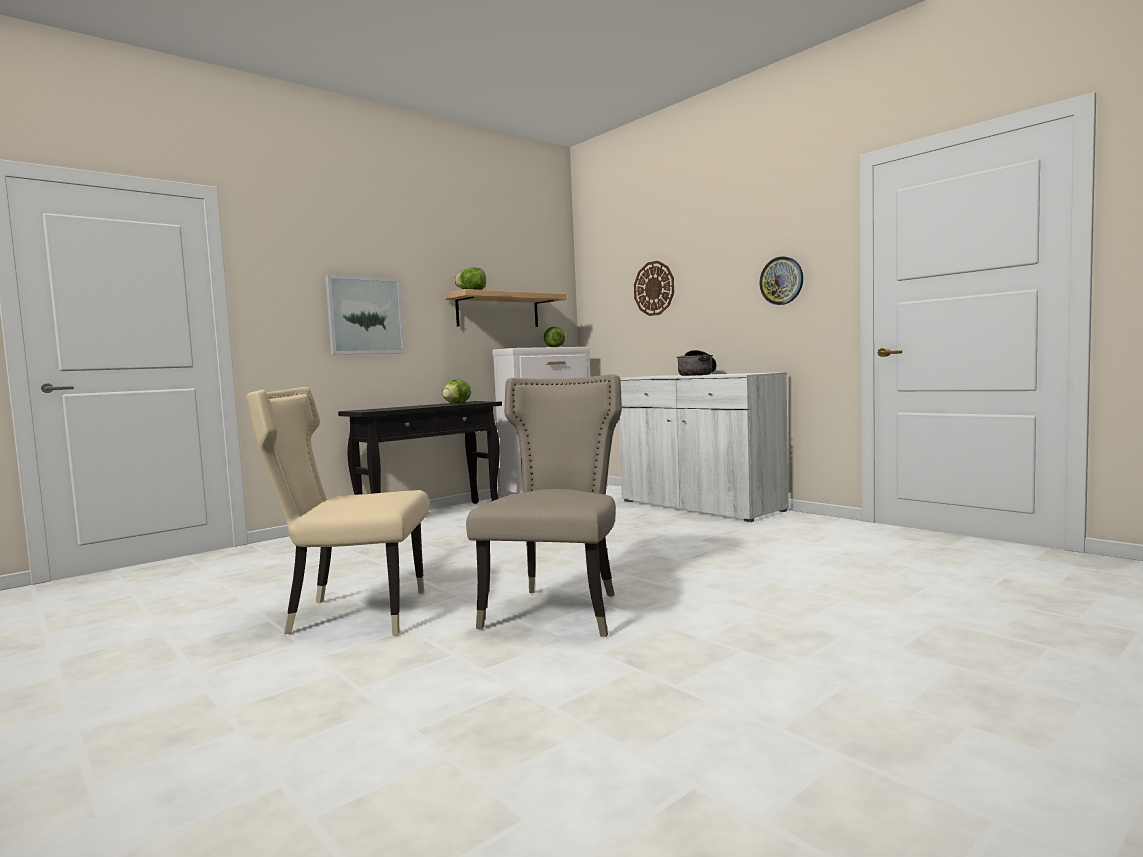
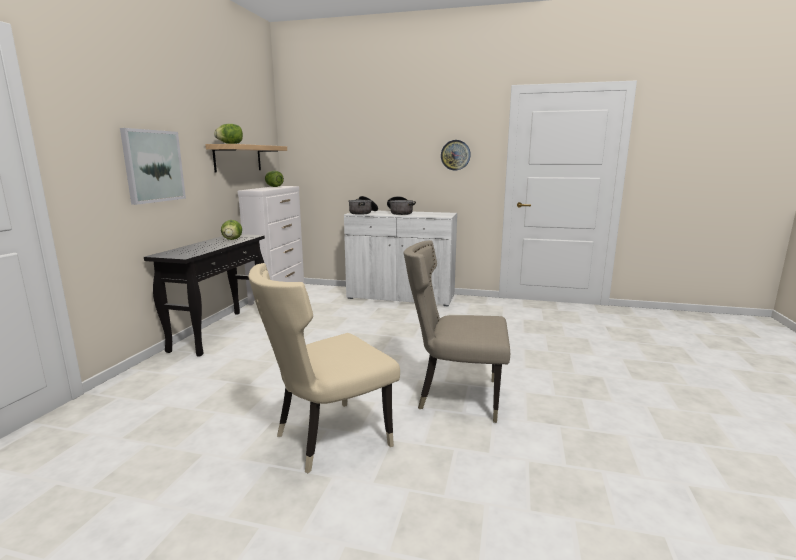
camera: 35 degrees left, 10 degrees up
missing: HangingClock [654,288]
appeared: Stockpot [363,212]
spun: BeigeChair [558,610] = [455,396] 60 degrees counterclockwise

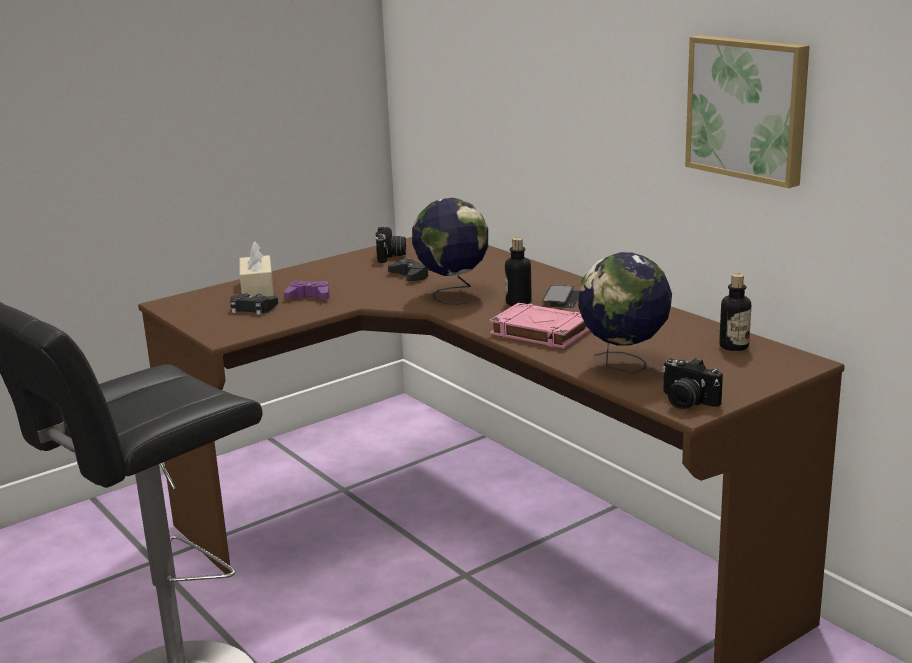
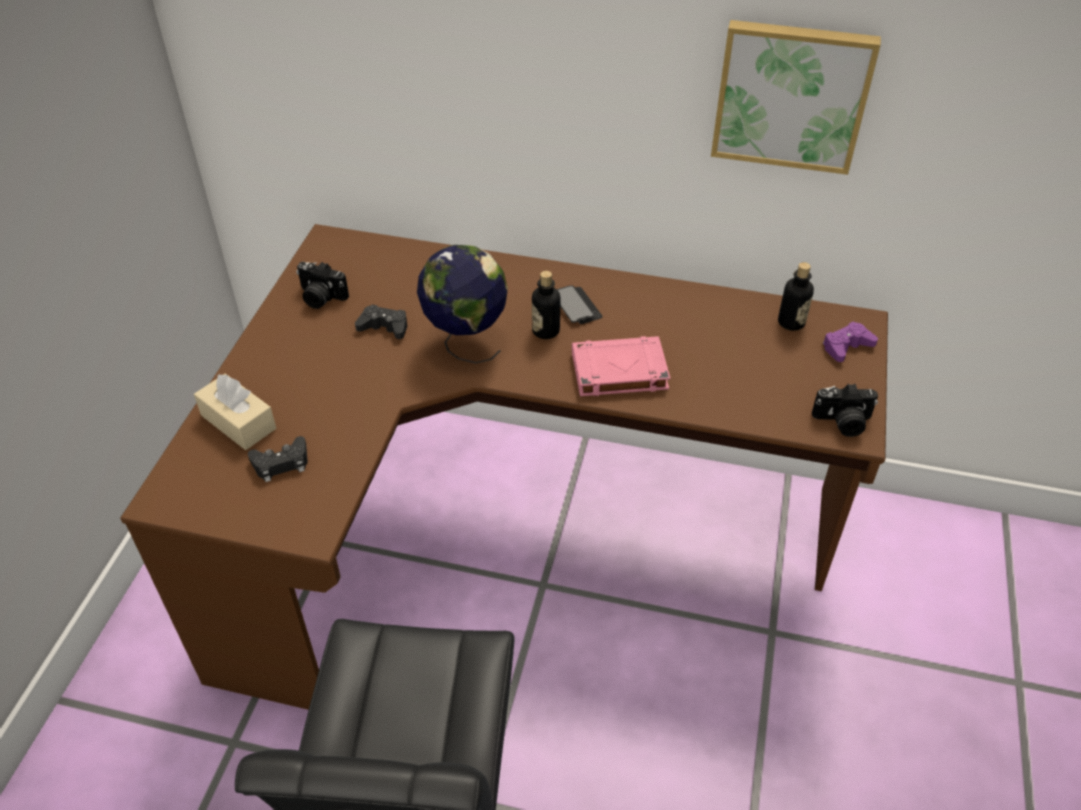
camera: 40 degrees left, 25 degrees up
missing: Globe [623,365]
relocated: PurplishGameController [309,297] to [846,346]
spun: StillCamera [391,256] = [320,297] 150 degrees clockwise

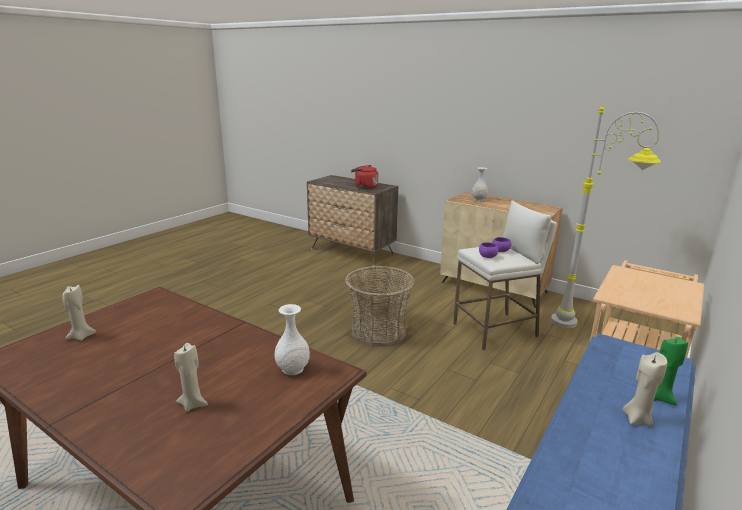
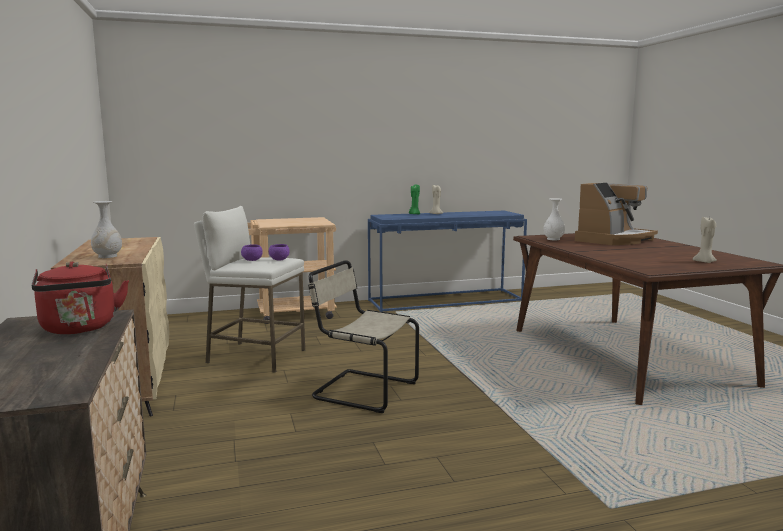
camera: 140 degrees left, 10 degrees down
missing: GrayStandingLamp [586,325]
exchanged: StorageBasket [379,331] to BeigeChair [362,390]; BeigeWaxCandle [193,404] to CoffeeBrewer [614,240]

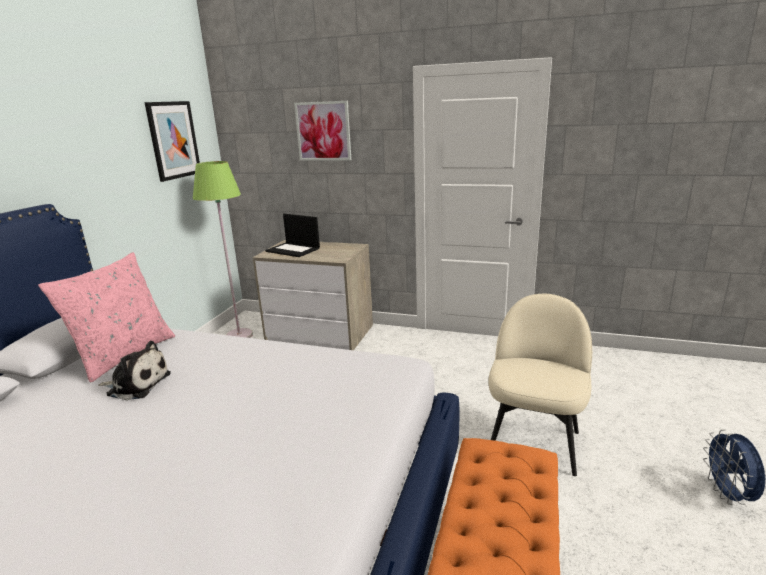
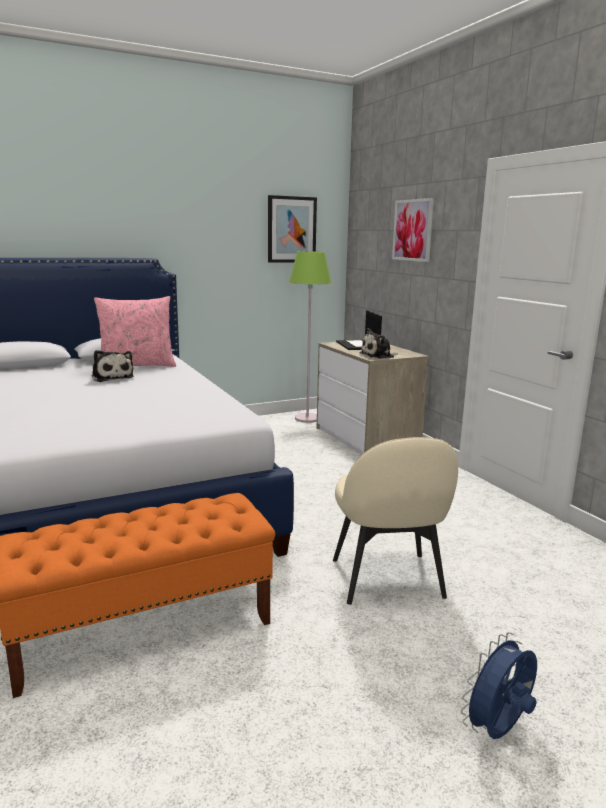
camera: 45 degrees right, 5 degrees down
appeared: CuddlyToy [379,355]
spun: BeigeChair [534,442] = [387,580] 105 degrees clockwise

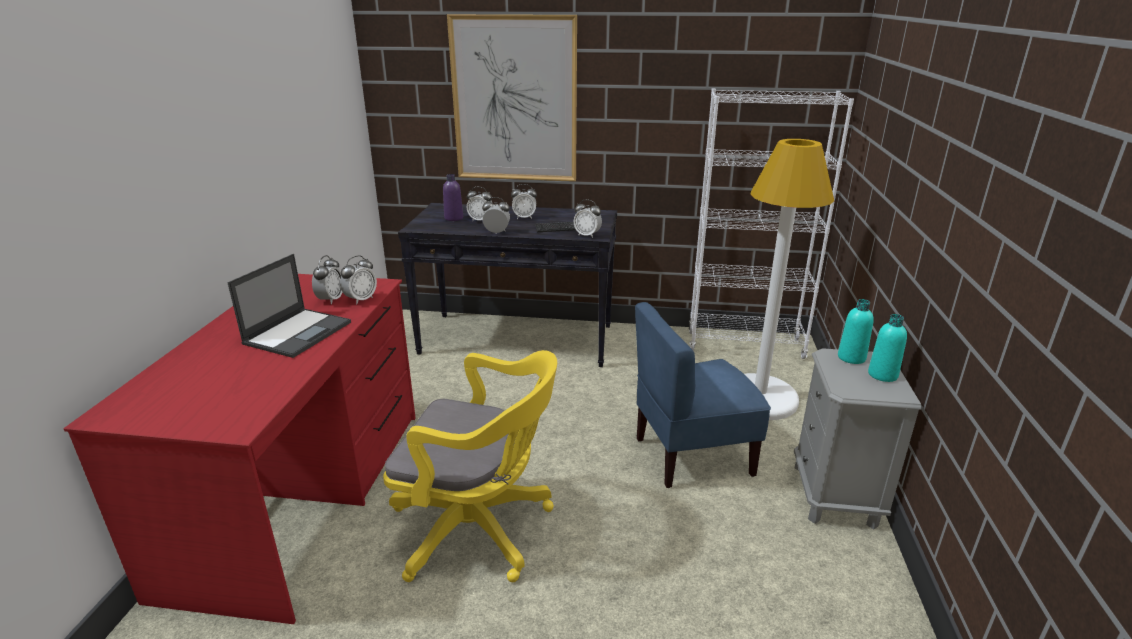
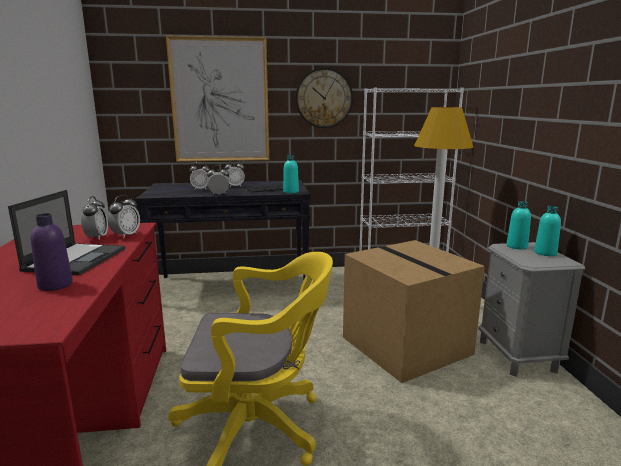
camera: 15 degrees left, 10 degrees down
appeared: HangingClock [324,98]
relocated: PurplishBottle [453,218] to [55,285]
exchanged: AlarmClock [587,235] to TurquoiseBottle [291,192]; BluishChair [692,456] to PackingBox [404,345]

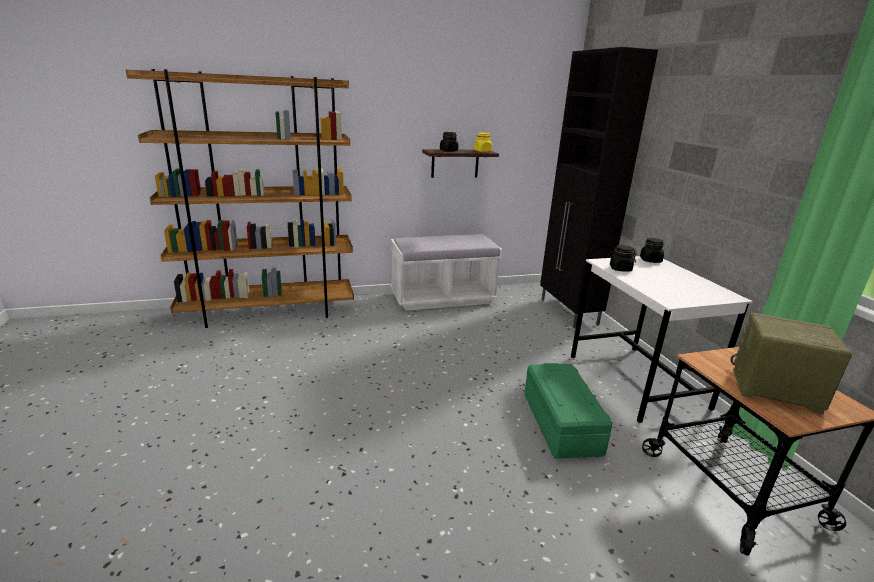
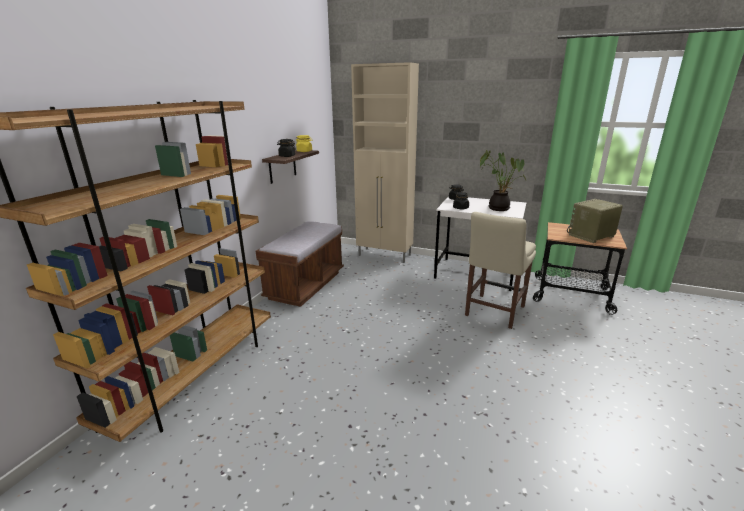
camera: 50 degrees left, 0 degrees up
appeared: Houseplant [499,208]
exchanged: GreenishStorageBox [559,423] to BeigeChair [493,312]
colour: BlackCupboard [568,312] to BeigeCupboard [385,255]; WhiteColouredLongSeat [442,299] to BrownishLongSeat [305,285]

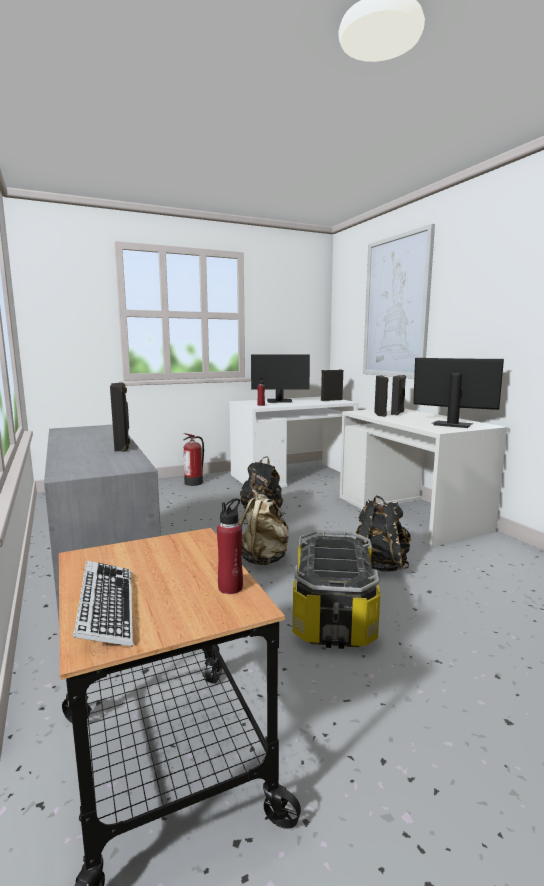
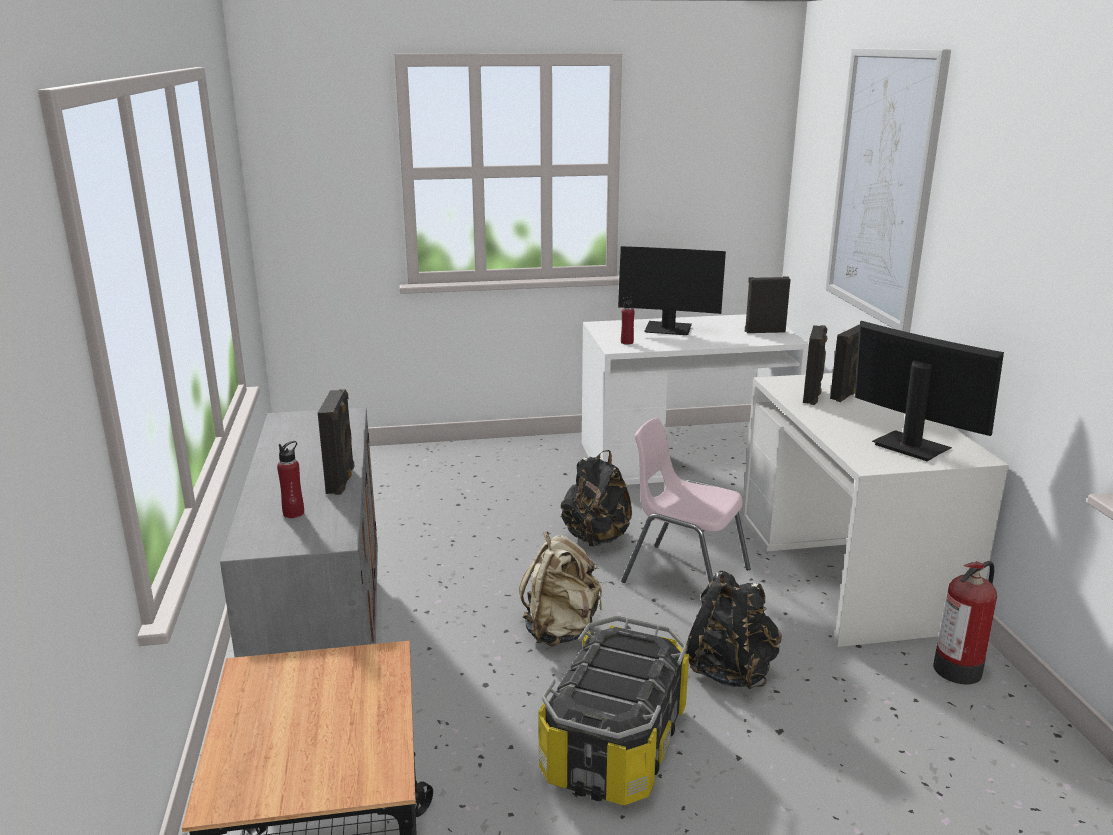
camera: 15 degrees right, 10 degrees up
missing: ComputerKeyboard [106,609]
appeared: PinkChair [684,575]
relocated: FireFightingCylinder [194,482] to [959,668]; RedColouredBottle [230,587] to [293,513]

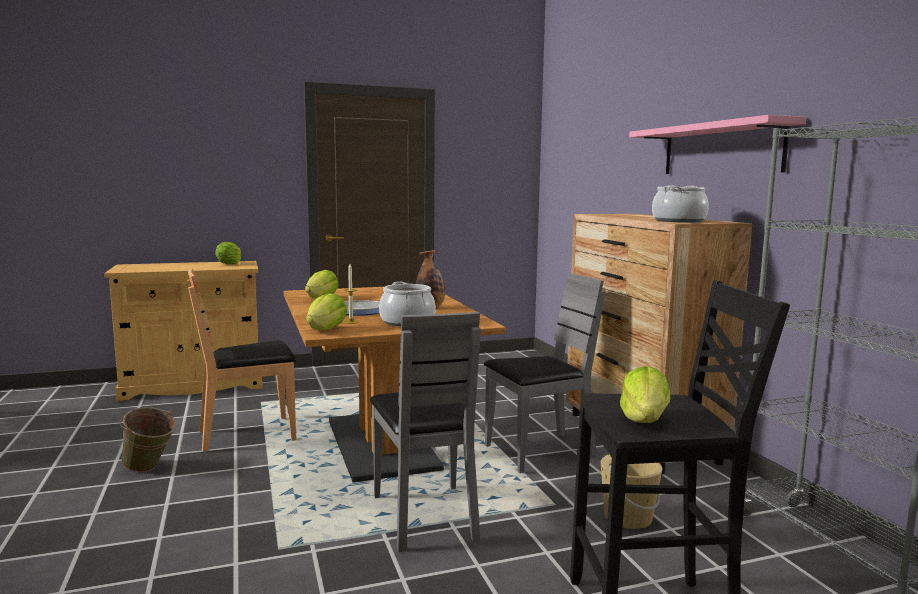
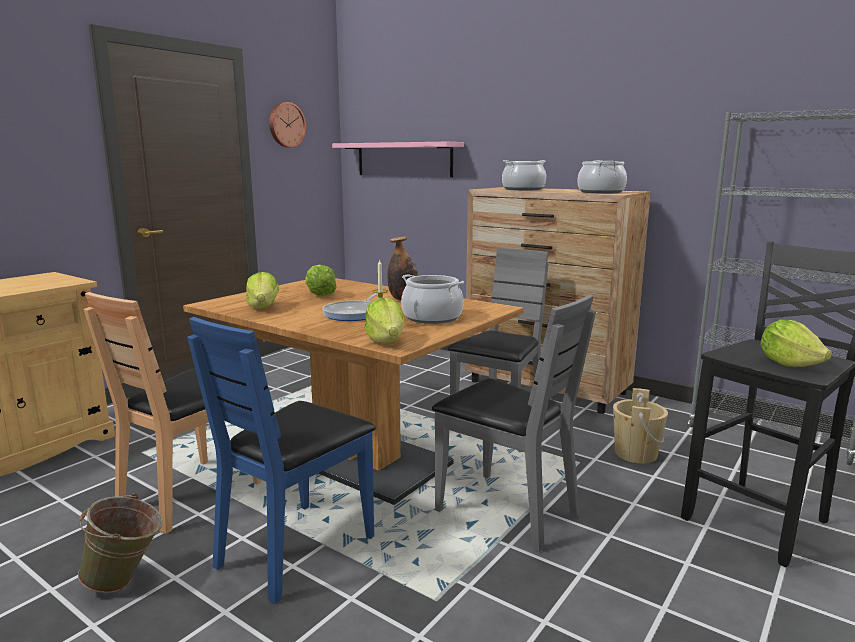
camera: 35 degrees left, 5 degrees up
appeared: HangingClock [286,125]; Stockpot [523,189]; BluishChair [296,549]
relocated: PinkShelf [720,149] to [404,159]; HeadOfLettuce [229,264] to [320,295]

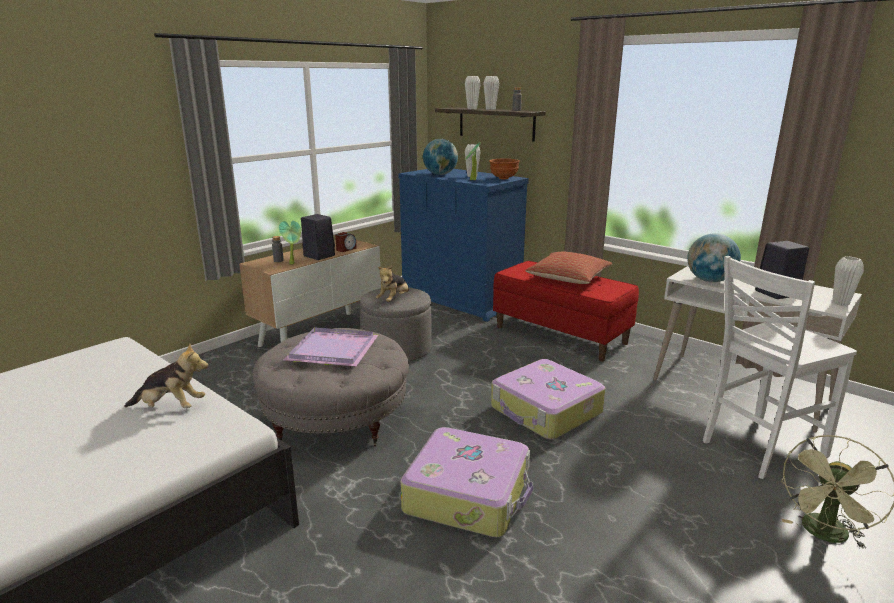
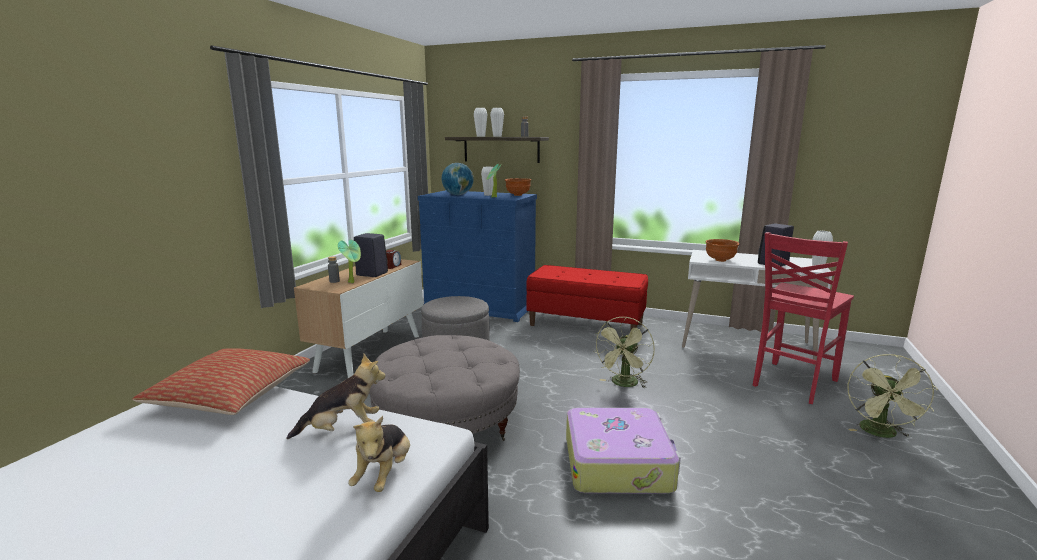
camera: 20 degrees left, 5 degrees down
missing: PurplishTray [334,349]
relocated: Cushion [568,278] to [230,396]; CuddlyToy [394,300] to [384,475]
exchanged: Globe [709,281] to BrownishBowl [720,260]; Suitcase [545,411] to GreenishCoolingFan [623,384]
colour: WhiteColouredChair [759,448] to RedColouredChair [791,383]

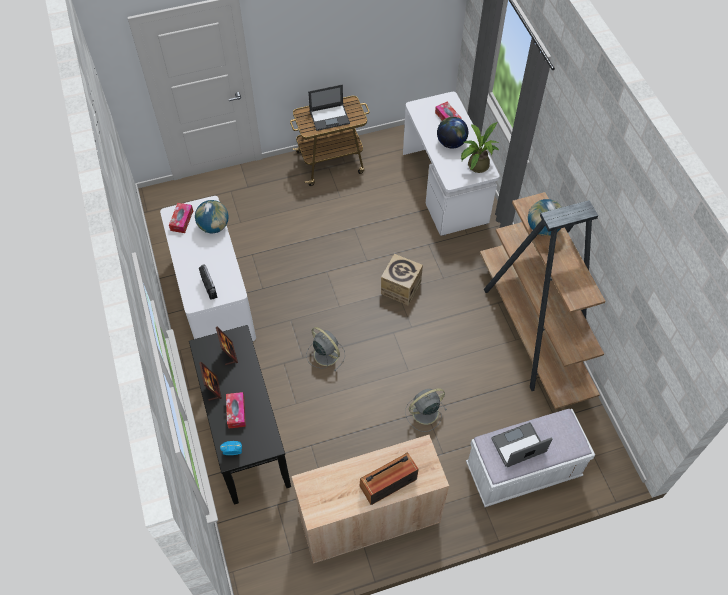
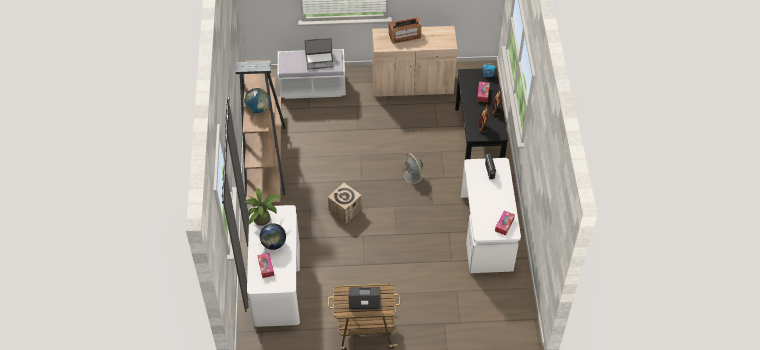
camera: 165 degrees left, 5 degrees down
missing: Globe [214,226]; GrayCoolingFan [424,413]

